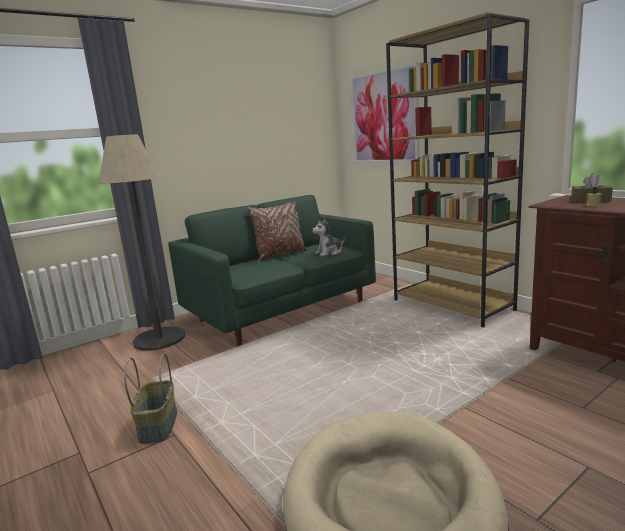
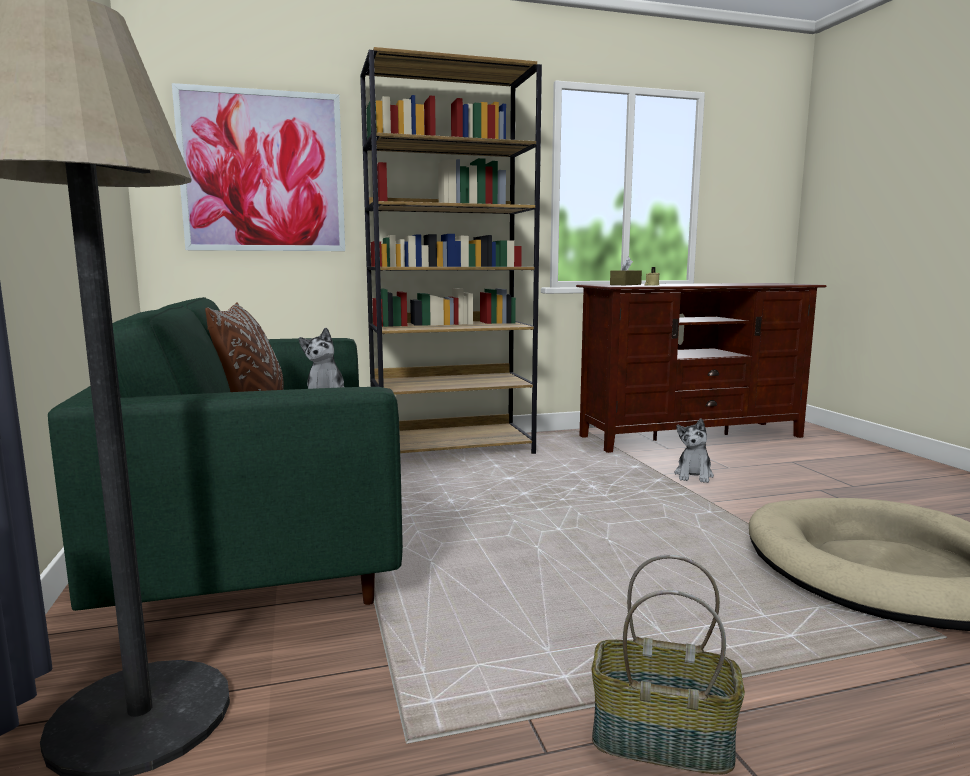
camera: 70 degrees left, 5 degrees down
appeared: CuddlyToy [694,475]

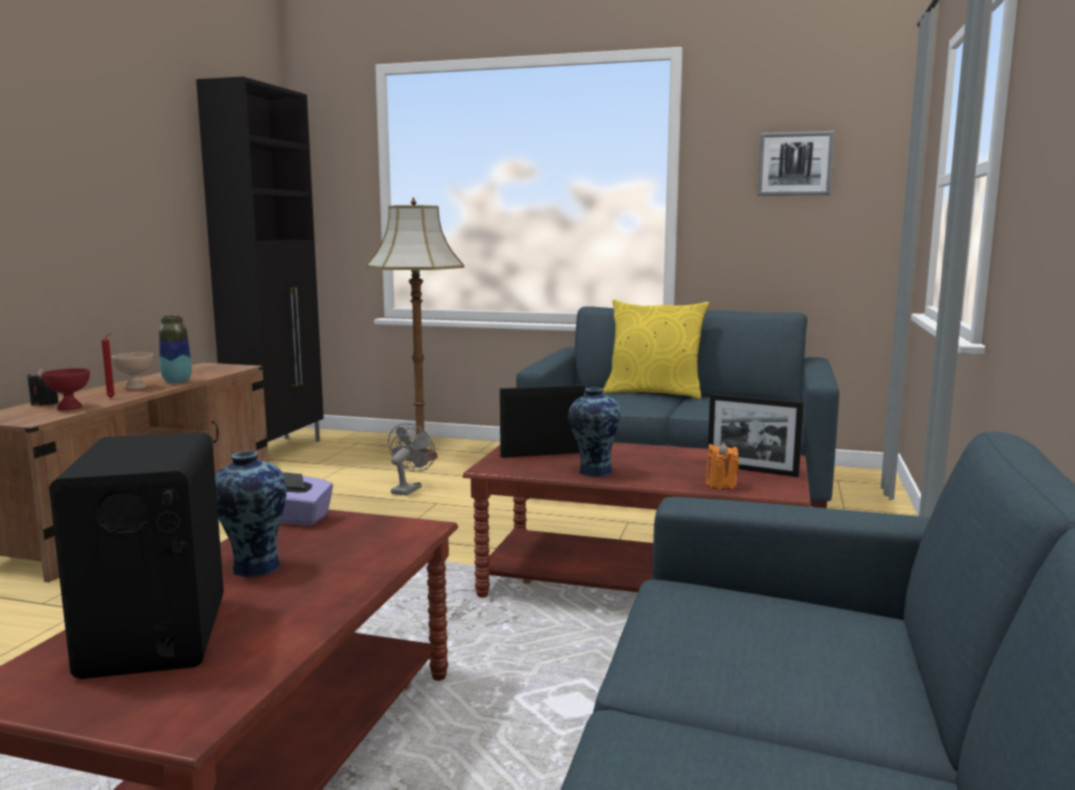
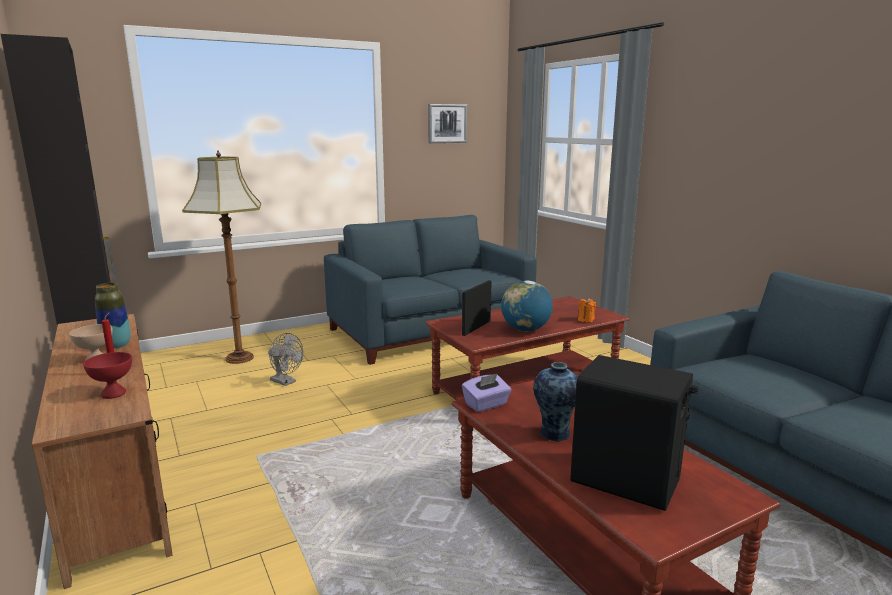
camera: 45 degrees left, 5 degrees up
missing: YellowCushion [654,393]; BlackWaxCandle [44,404]; PictureFrame [752,470]
exchanged: Vase [593,472] to Globe [525,330]
spun: GrayCoolingFan [408,489] = [286,382] 150 degrees clockwise

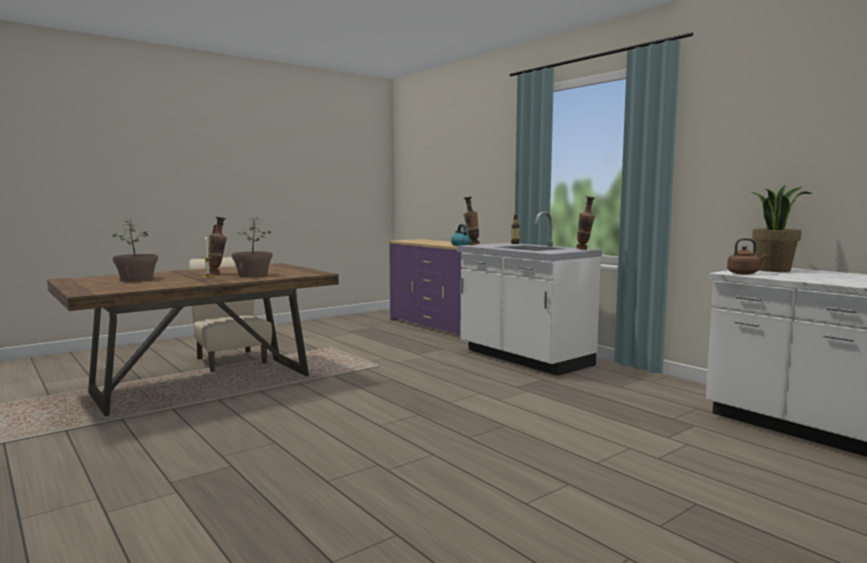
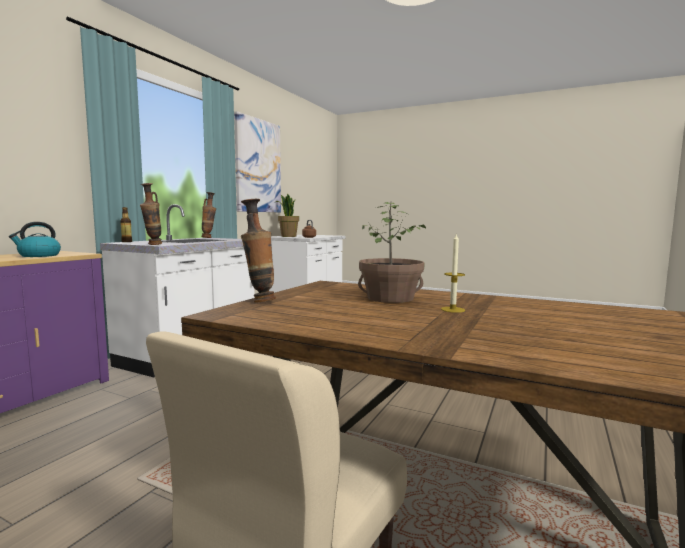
camera: 115 degrees left, 0 degrees up
missing: Houseplant [137,279]
appeared: WallPicture [258,166]
relocated: Vase [218,274] to [259,301]

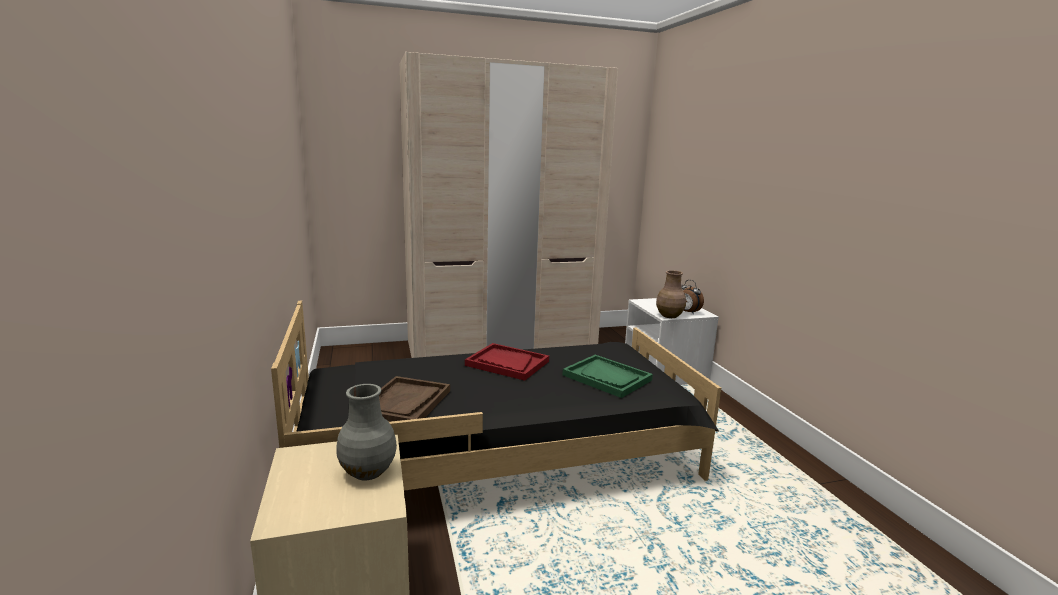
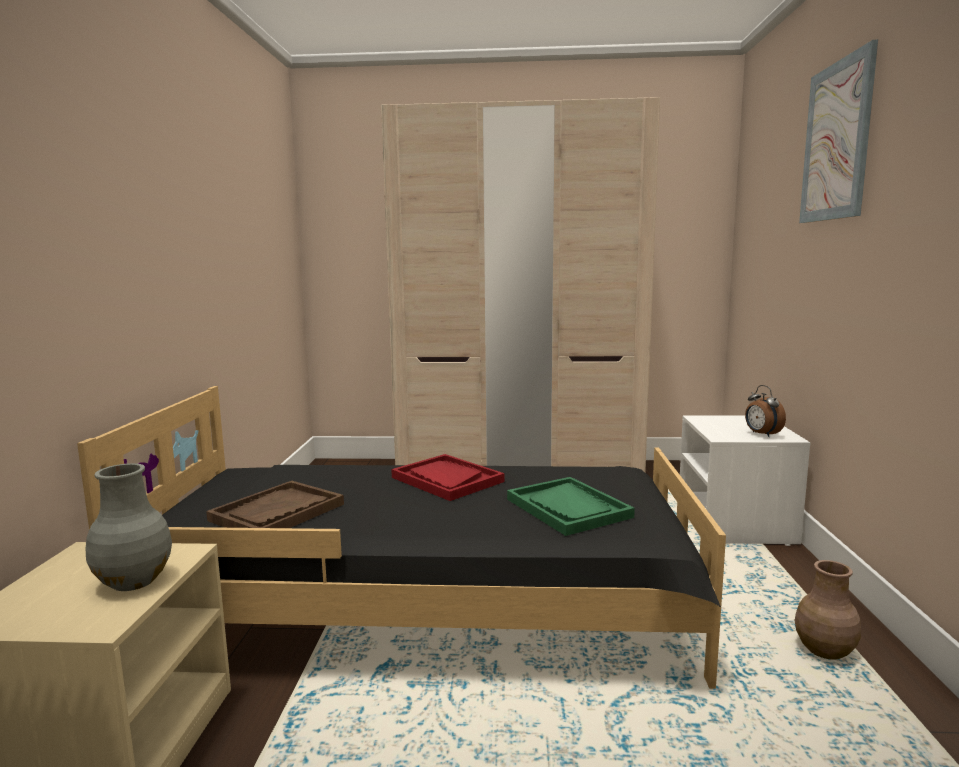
camera: 20 degrees right, 5 degrees down
appeared: WallPicture [836,141]
relocated: BrownishVase [669,316] to [824,651]

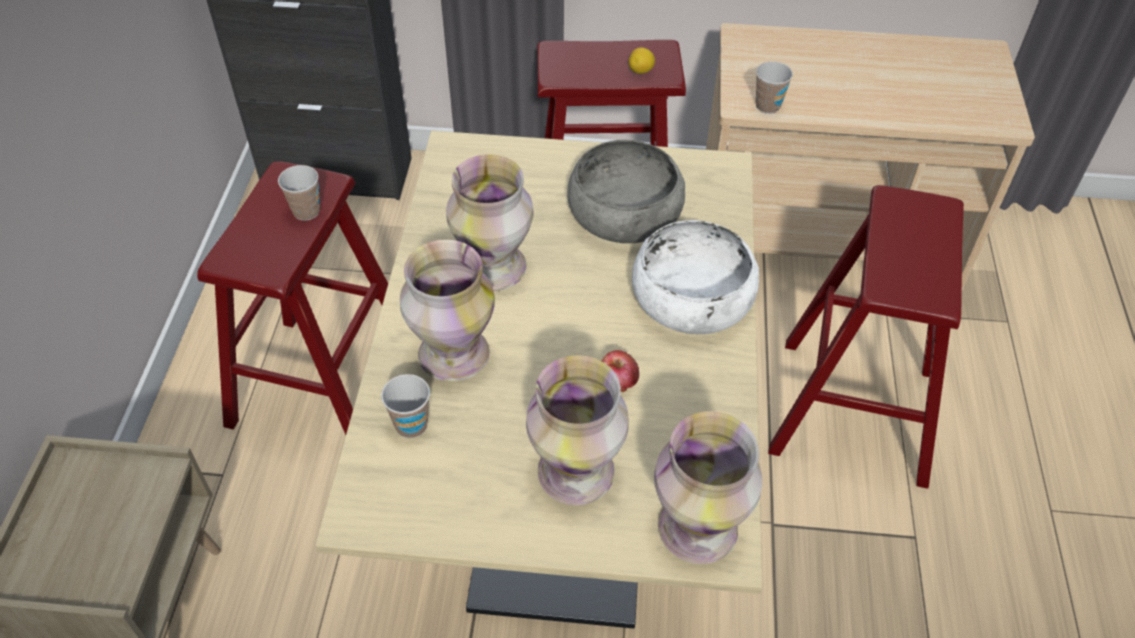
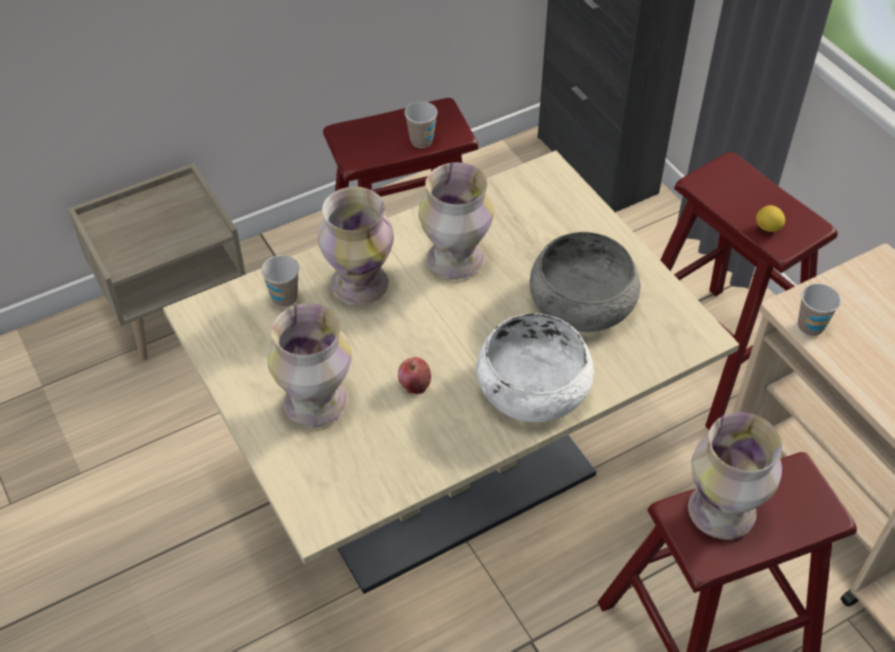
camera: 55 degrees right, 0 degrees up
relocated: Vase [698,530] to [721,512]

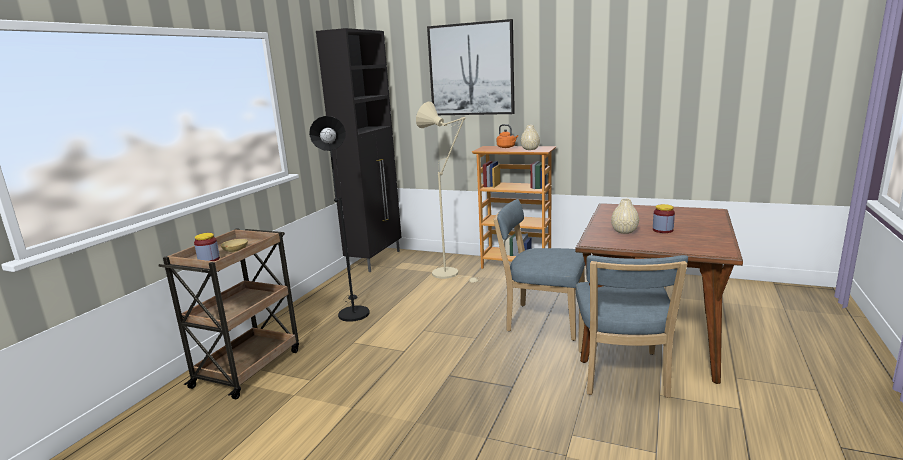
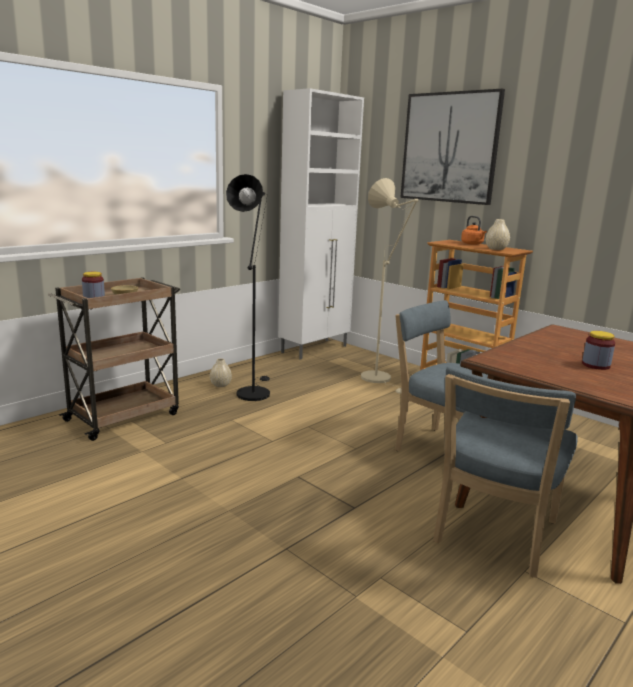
camera: 20 degrees right, 0 degrees up
relocated: BeigeVase [624,231] to [220,385]
colour: BlackCupboard [375,259] to WhiteColouredCupboard [315,349]

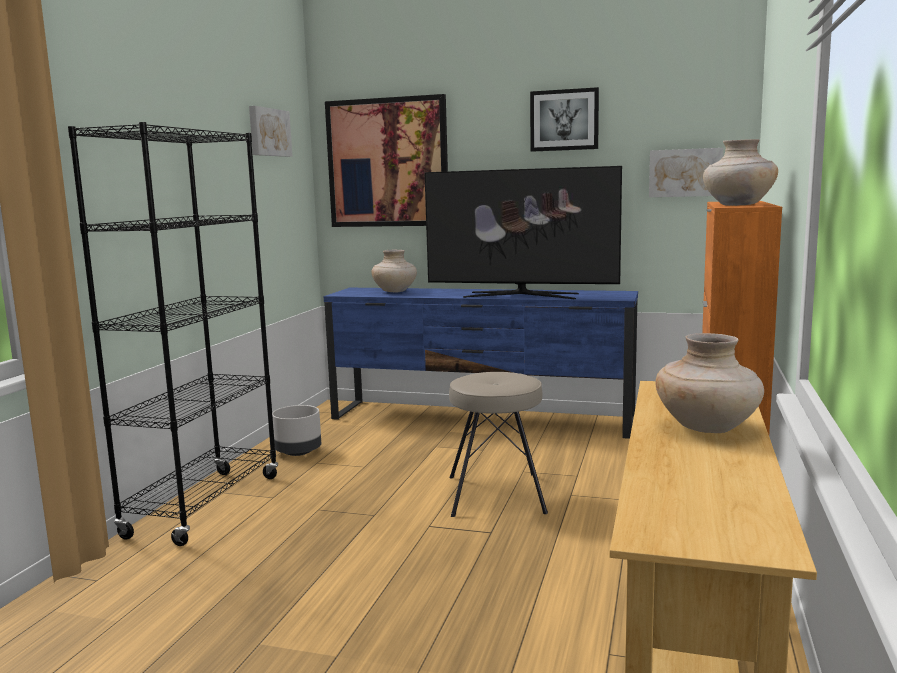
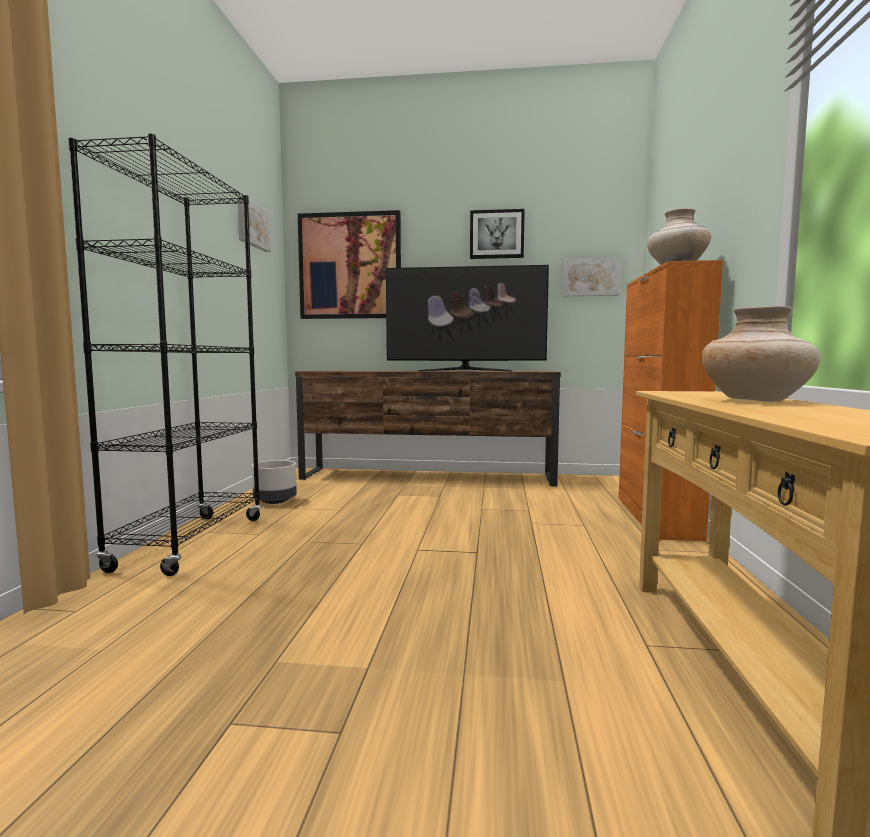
camera: 10 degrees left, 5 degrees down
missing: BeigeVase [395,291]; BeigeStoolSeat [497,494]
colour: BluishTvStand [481,418] to BrownishTvStand [429,477]

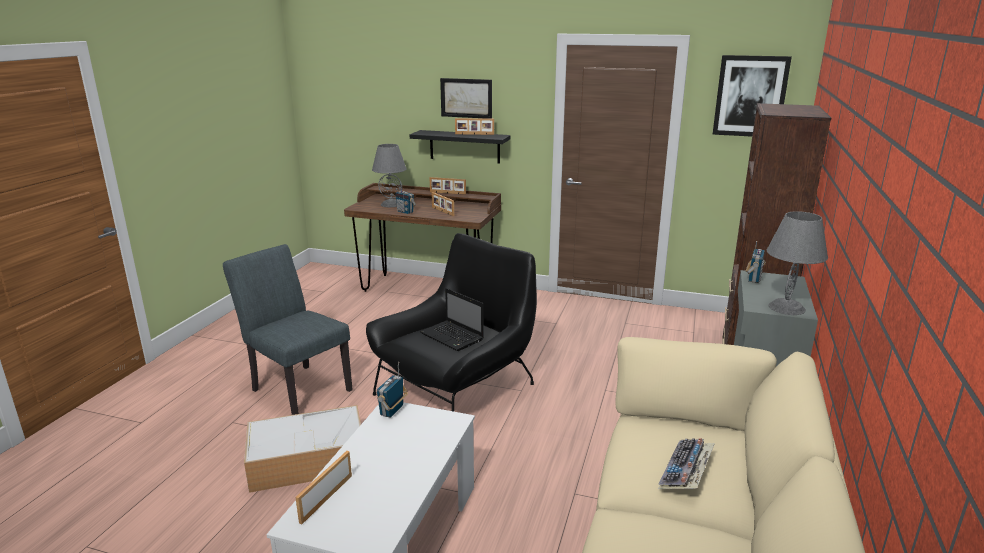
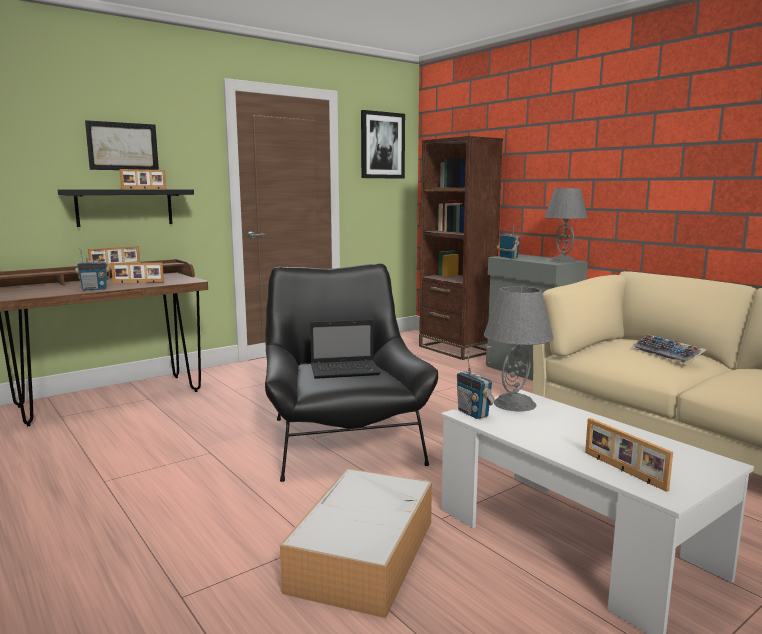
camera: 55 degrees left, 10 degrees down
missing: GrayChair [297,388]
relocated: GrayLampForATable [391,204] to [515,404]

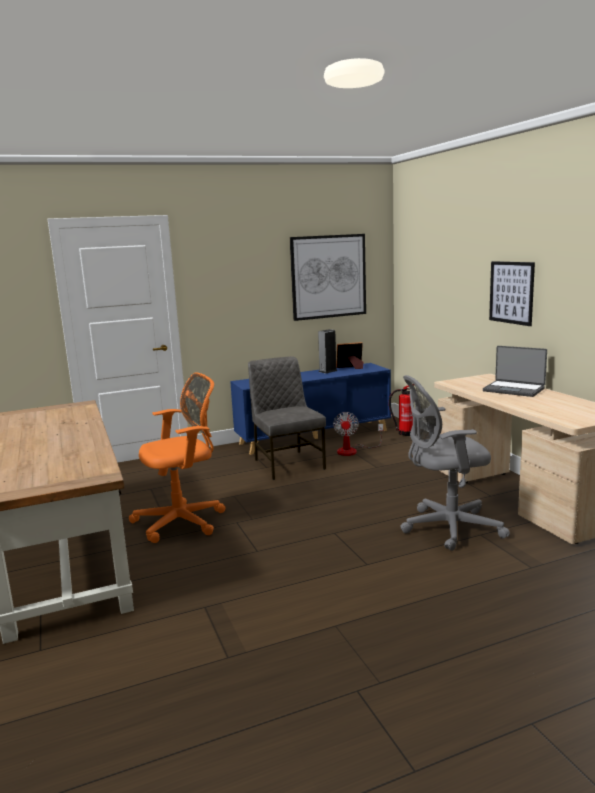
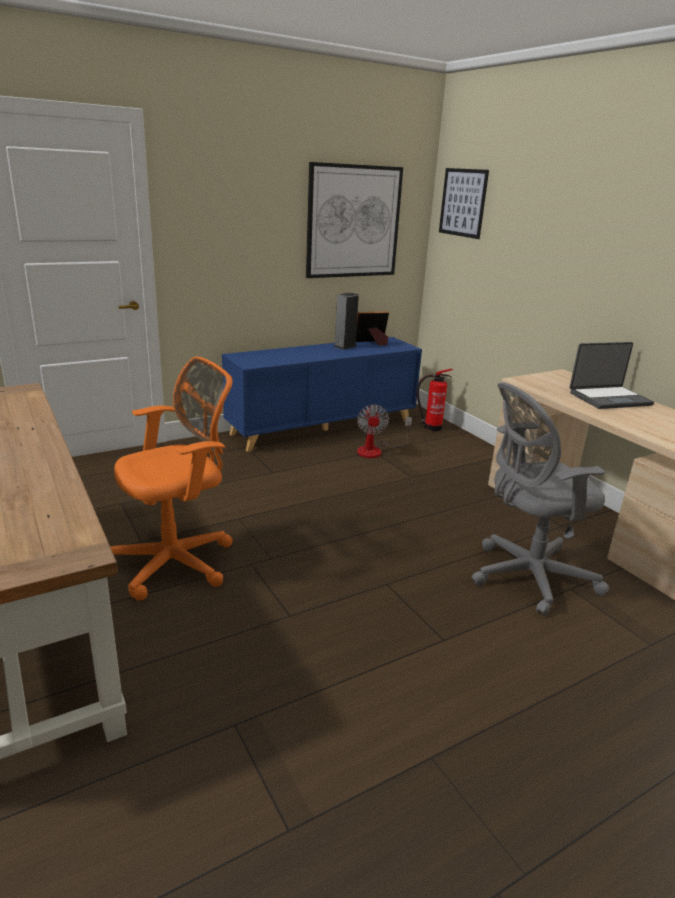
camera: 10 degrees left, 10 degrees up
missing: GrayChair [288,464]
relocated: WallPicture [511,292] to [463,202]
spun: PortableComputer [514,389] = [609,398] 45 degrees counterclockwise

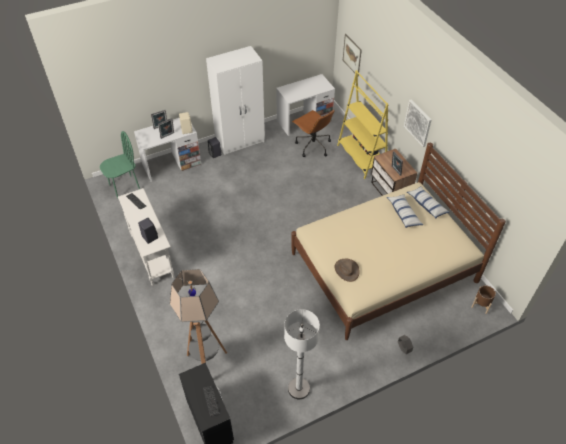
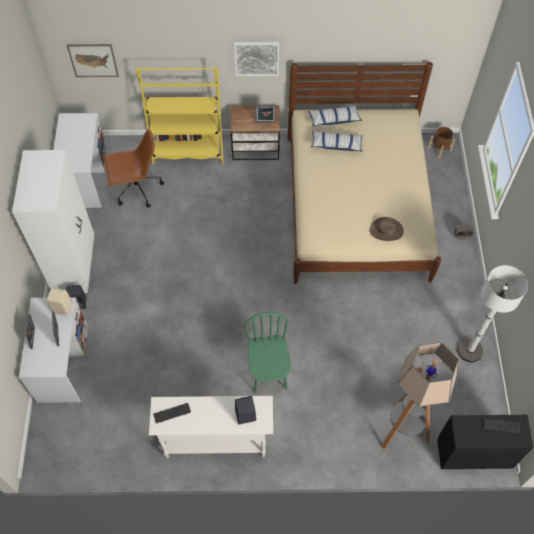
camera: 65 degrees left, 10 degrees up
relocated: GreenishChair [124,187] to [268,374]

